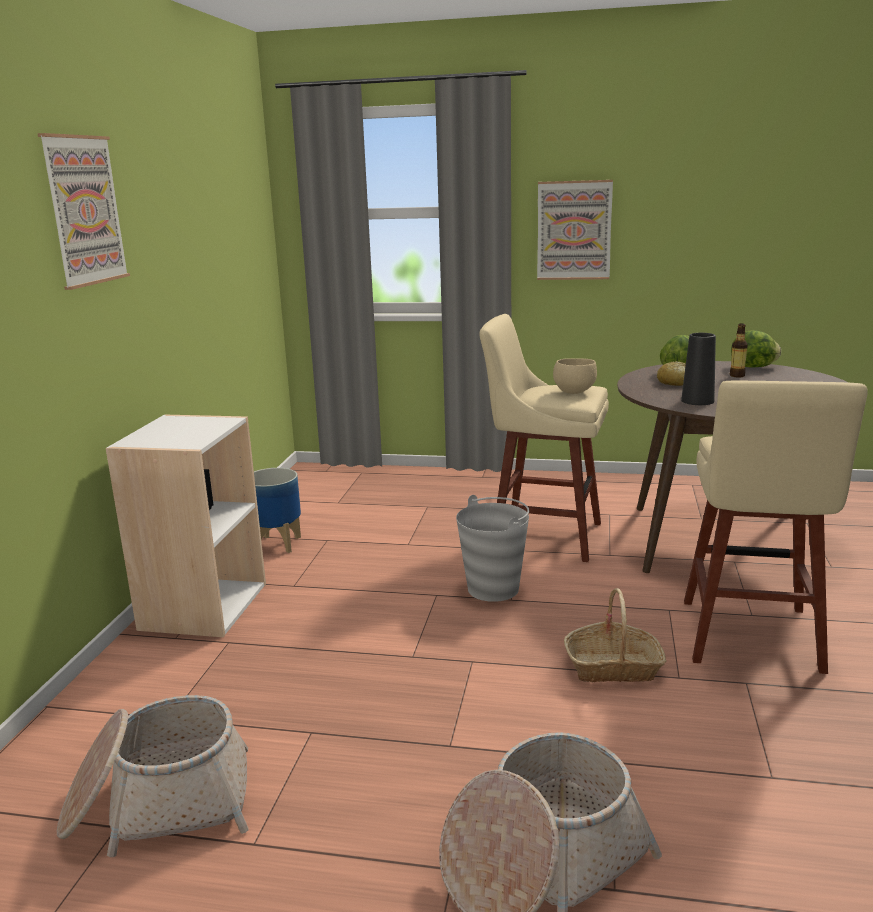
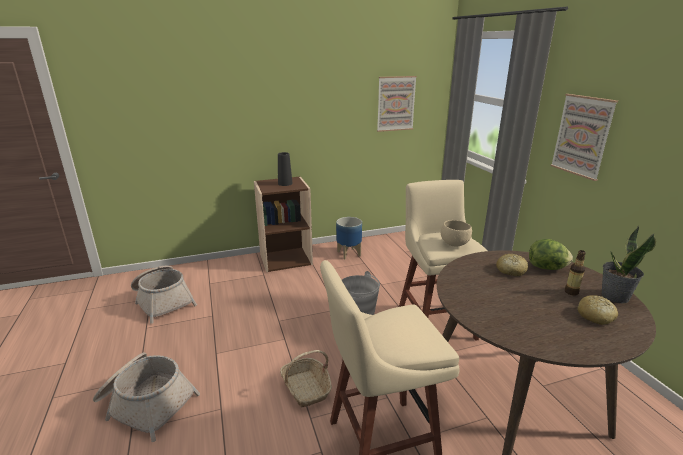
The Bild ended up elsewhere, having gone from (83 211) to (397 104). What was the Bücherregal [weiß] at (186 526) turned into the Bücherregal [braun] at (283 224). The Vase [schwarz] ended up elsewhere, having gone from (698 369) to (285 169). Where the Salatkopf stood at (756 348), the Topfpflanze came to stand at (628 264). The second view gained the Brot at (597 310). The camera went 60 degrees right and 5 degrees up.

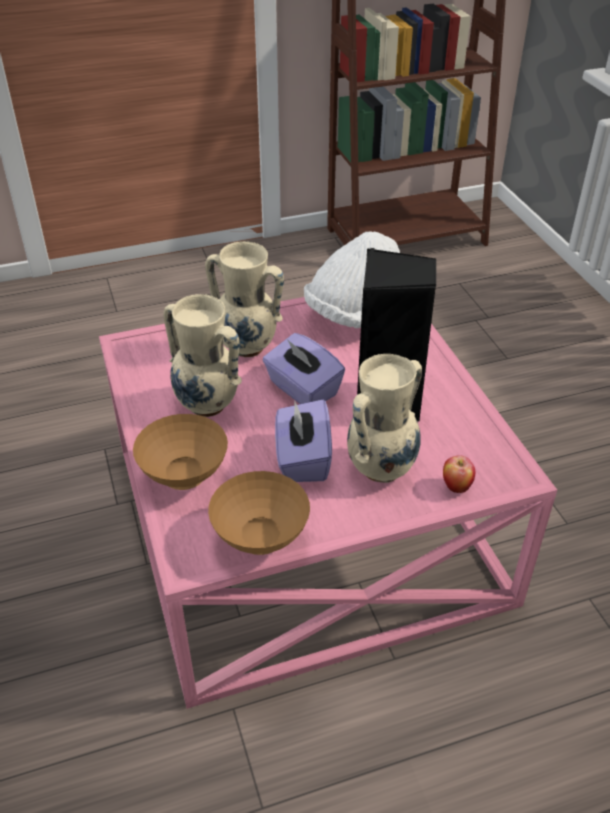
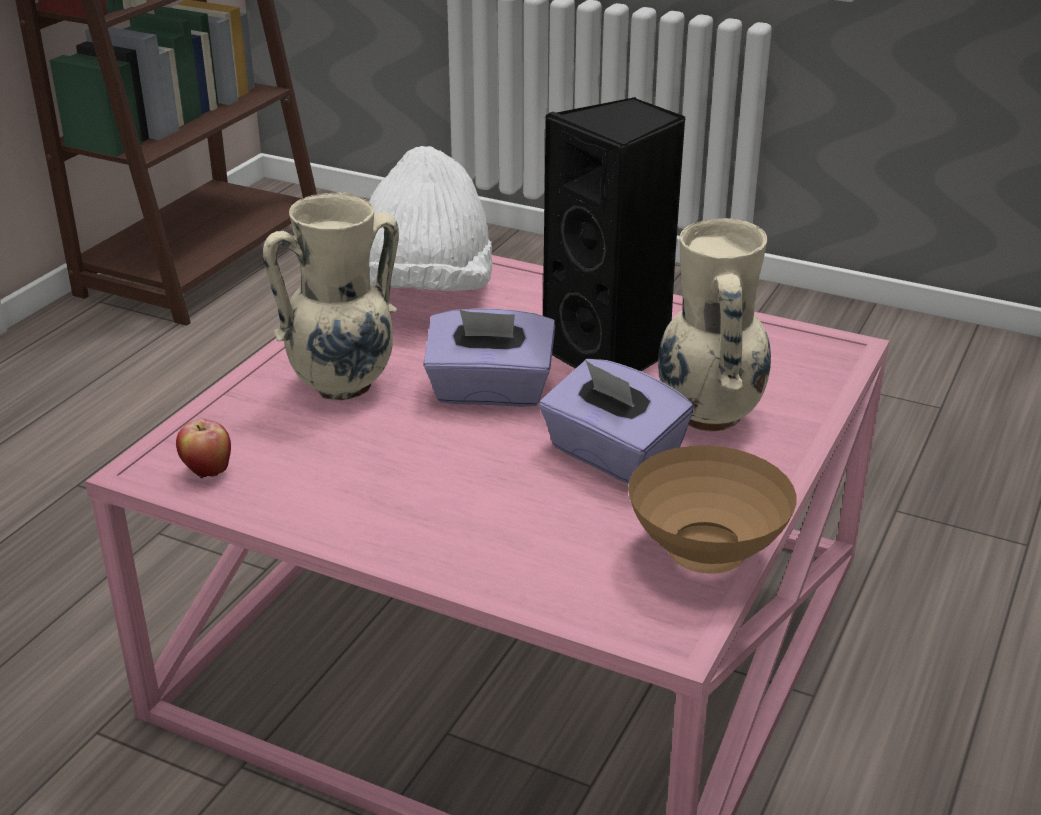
The second view lost the Schüssel [braun] at (180 452). The second view lost the Vase [beige] at (202 355). The Apfel ended up elsewhere, having gone from (459 474) to (203 449). The camera went 45 degrees left and 10 degrees down.

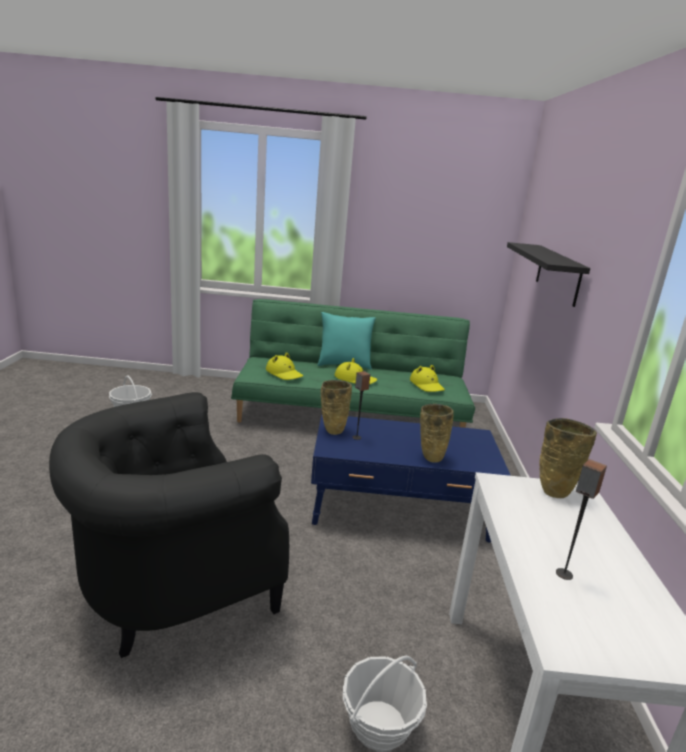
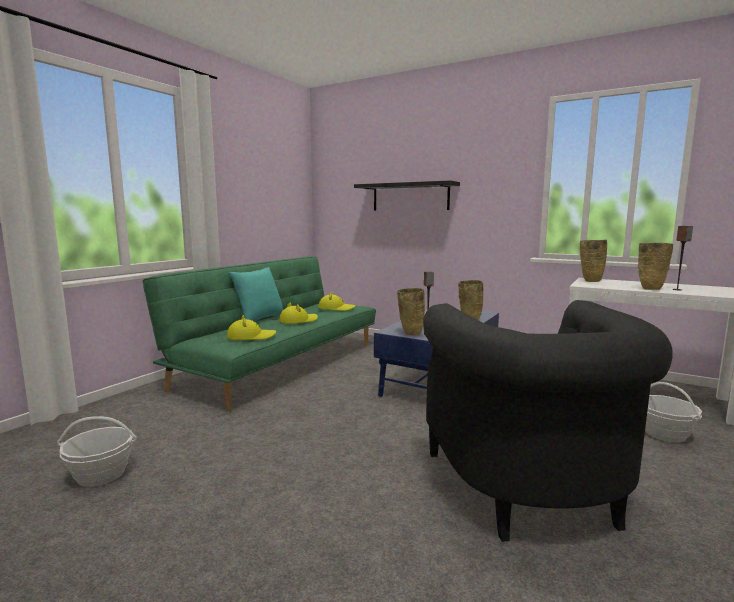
The second view gained the Vase [beige] at (655 266). The camera went 60 degrees left and 10 degrees down.

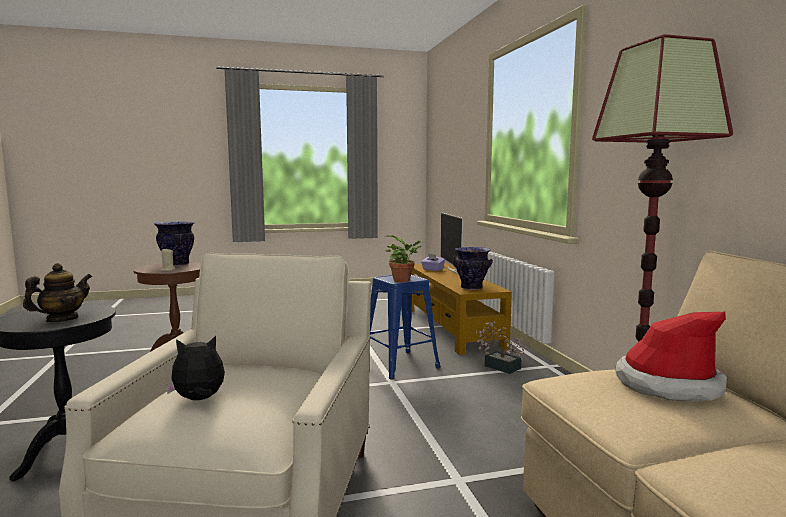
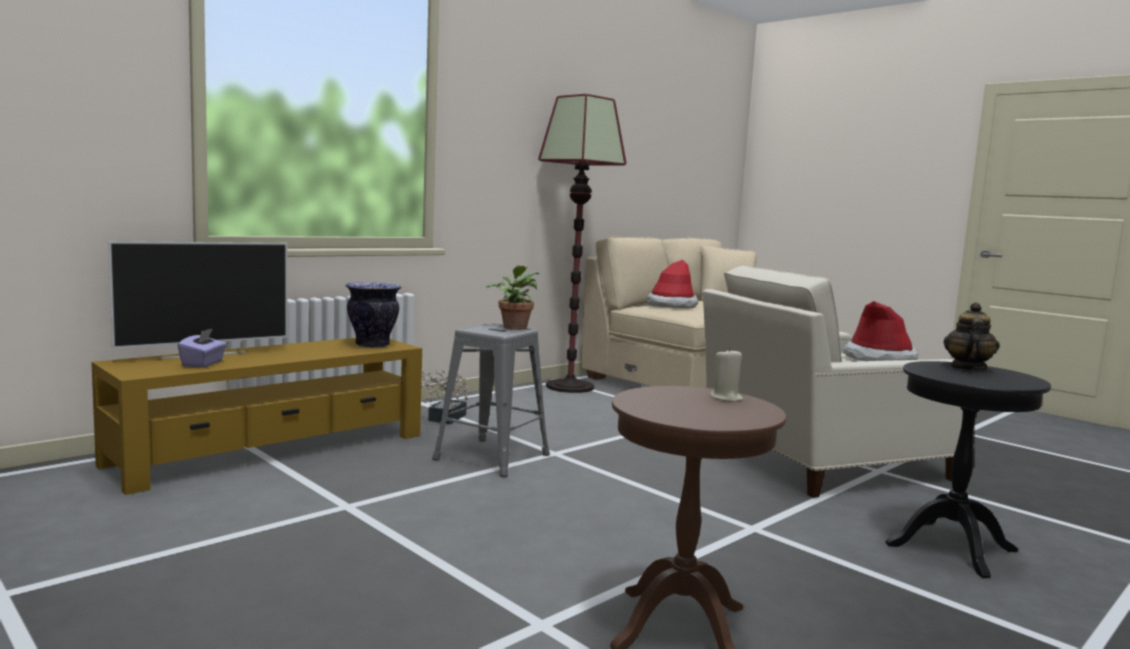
The Teekanne at (57 292) ended up facing another way, 105 degrees clockwise from before. The second view lost the Vase at (174 243). Where the Plüschtier stood at (195 368), the Hut came to stand at (880 331). What was the Hocker [blau] at (405 327) turned into the Hocker [grau] at (491 400). The camera went 120 degrees left and 0 degrees up.

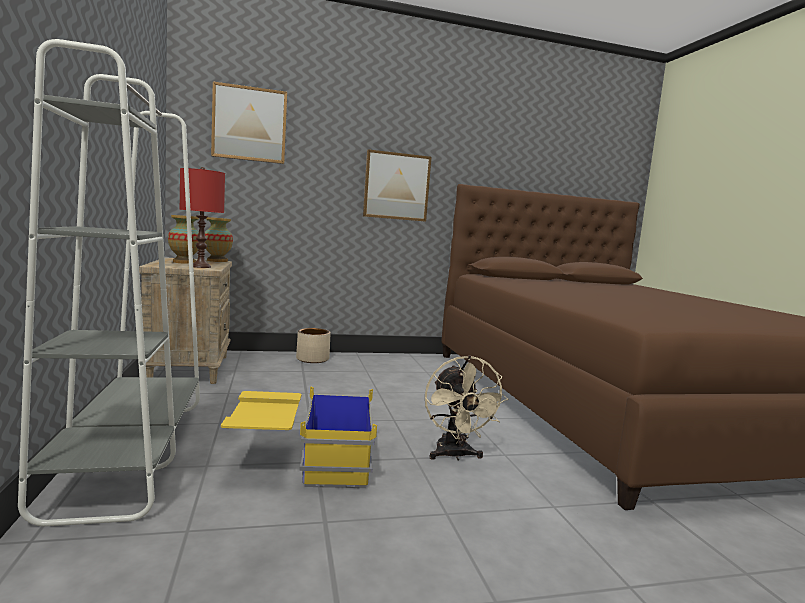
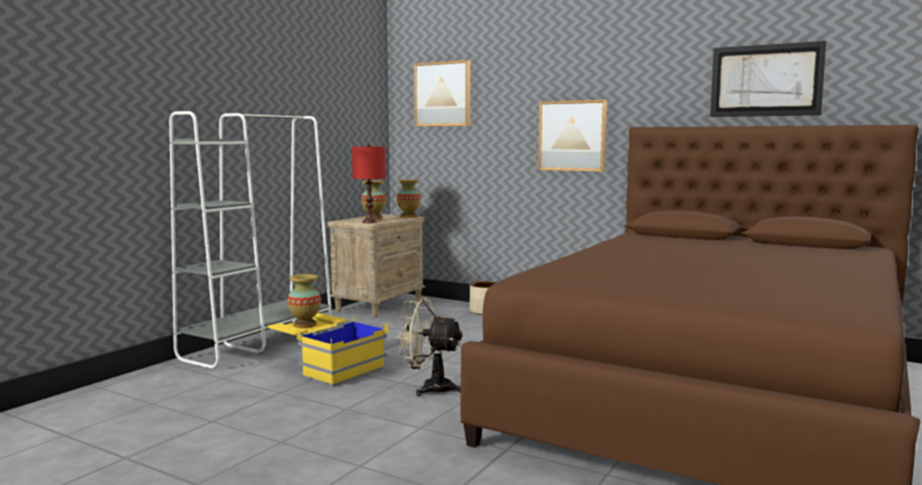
The Ventilator [beige] at (466 408) ended up facing another way, 75 degrees clockwise from before. The second view gained the Vase at (304 301). The second view gained the Bild at (768 79). The camera went 45 degrees right and 0 degrees up.

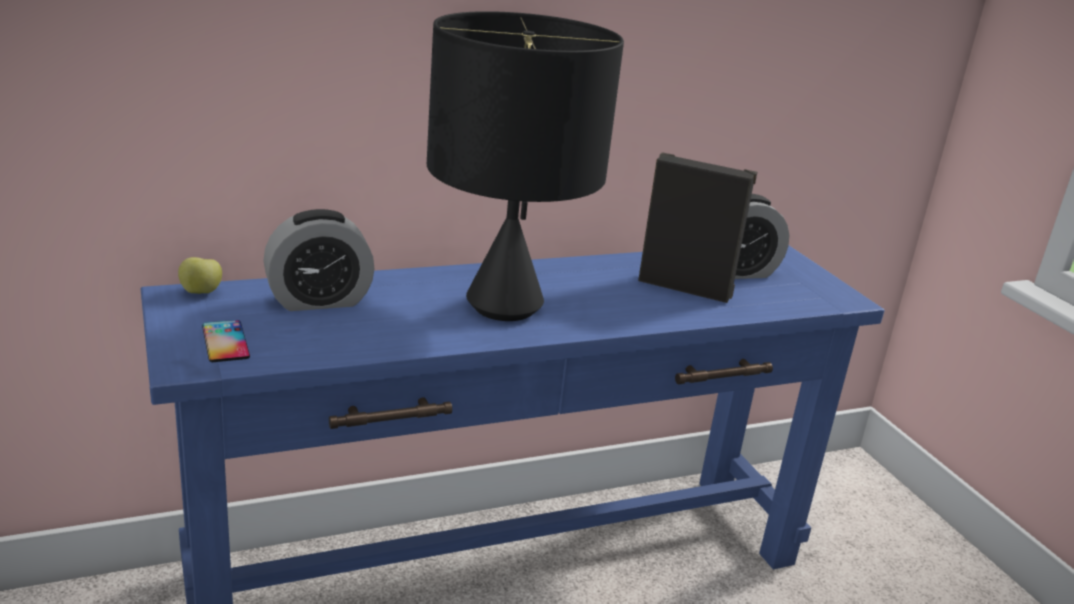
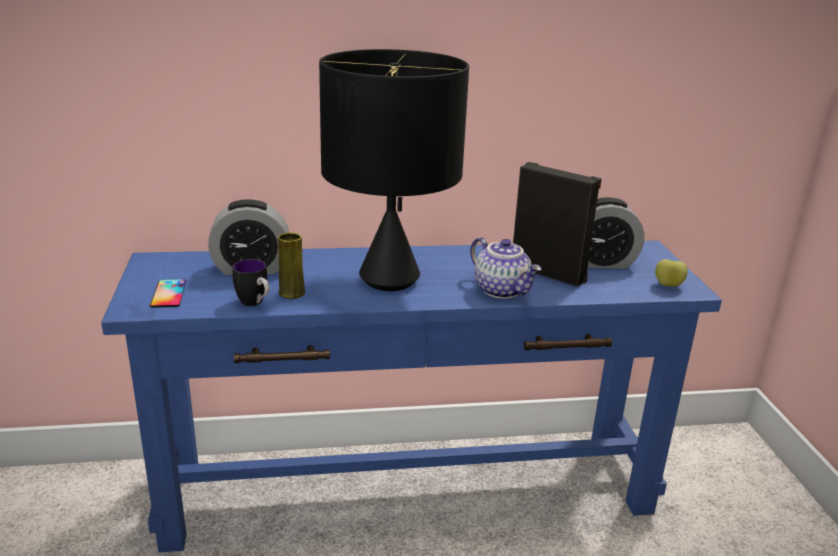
The Apfel ended up elsewhere, having gone from (200 275) to (671 272). The second view gained the Henkelbecher at (251 282). The second view gained the Vase [gelb] at (291 265). The second view gained the Teekanne at (505 268). The camera went 15 degrees right and 0 degrees up.

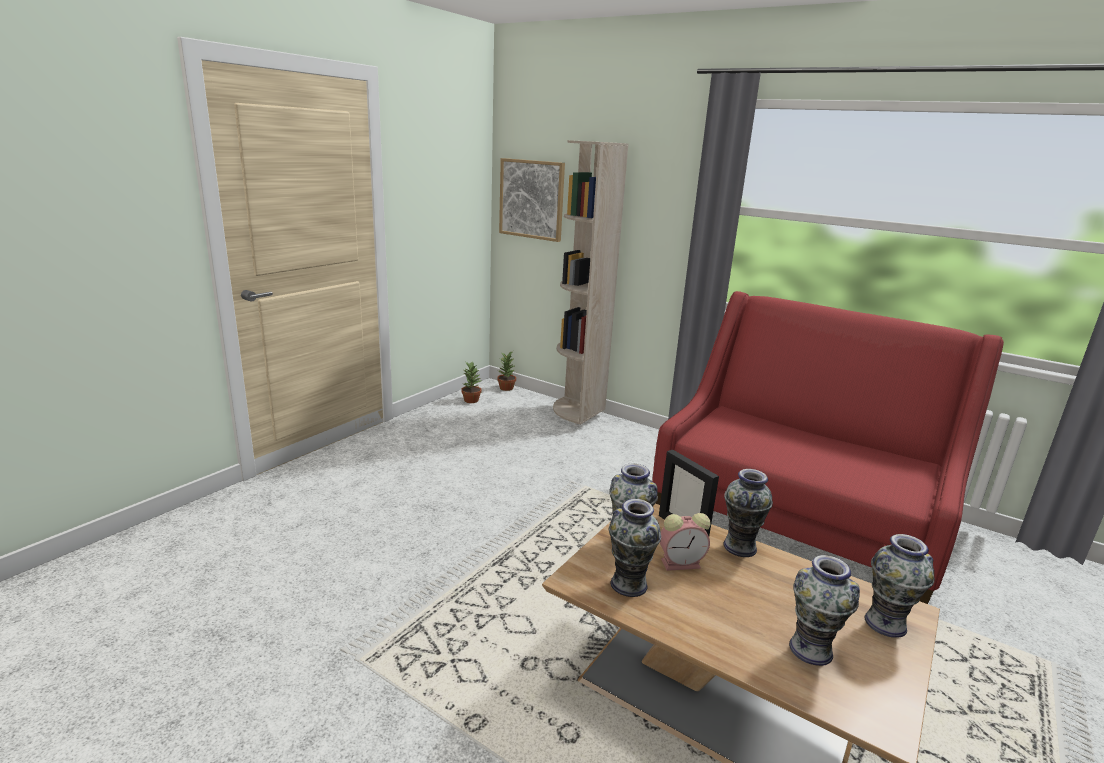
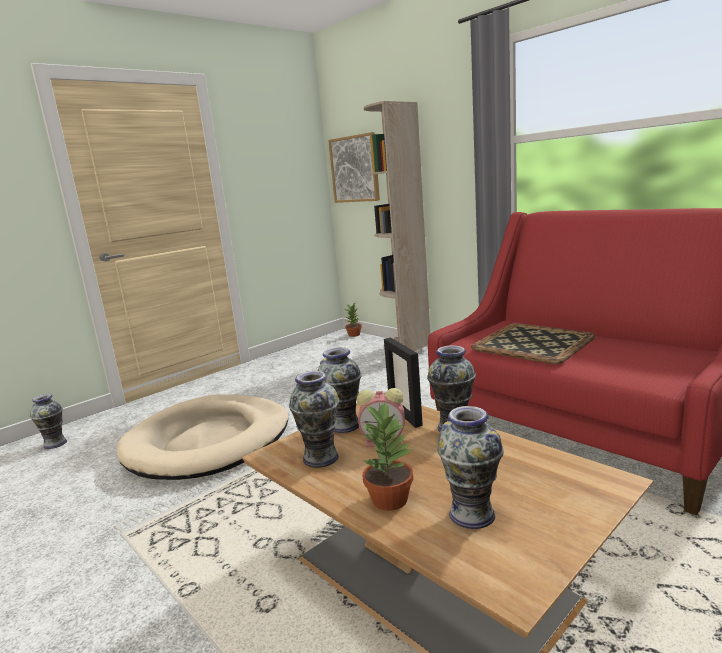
The Topfpflanze ended up elsewhere, having gone from (471 382) to (387 456). The Vase ended up elsewhere, having gone from (899 586) to (48 421). The second view gained the Hundebett [beige] at (202 437). The second view gained the Tablett at (533 343). The camera went 15 degrees right and 5 degrees down.

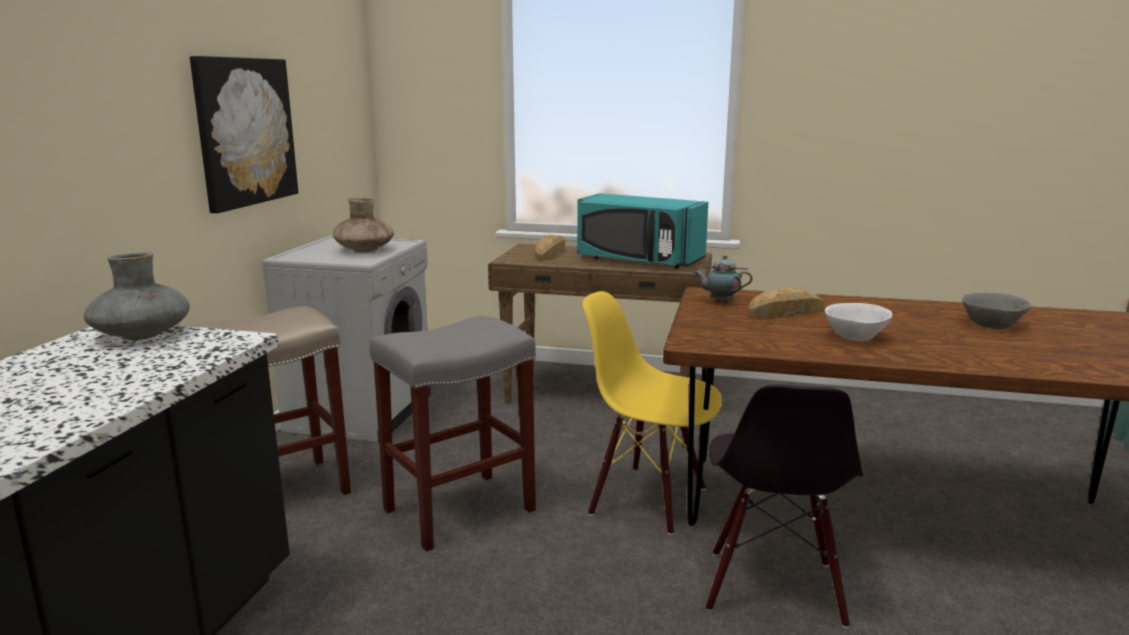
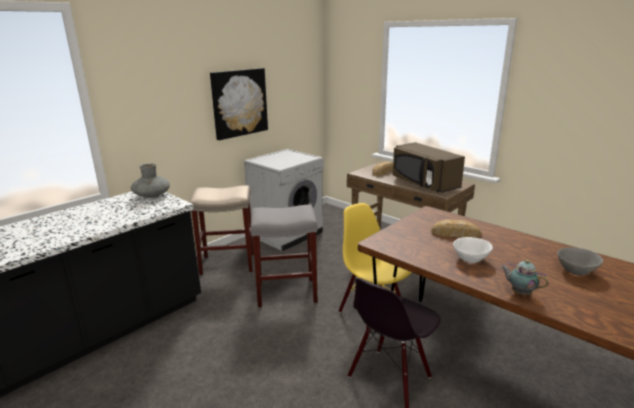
The second view lost the Vase [braun] at (363 224). What was the Mikrowelle [türkis] at (642 231) turned into the Mikrowelle [braun] at (429 167). The Teekanne ended up elsewhere, having gone from (722 279) to (525 277). The camera went 30 degrees right and 5 degrees up.

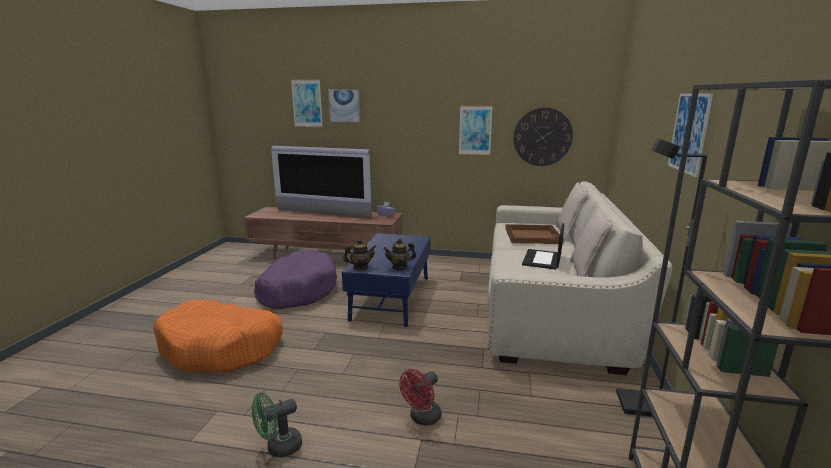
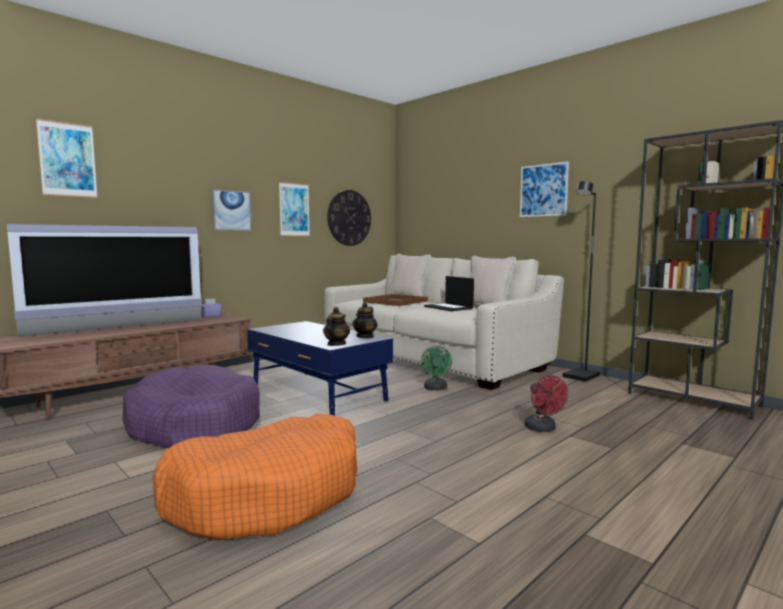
The Ventilator [grün] ended up elsewhere, having gone from (277 424) to (436 368). The Bild ended up elsewhere, having gone from (344 106) to (231 210). The camera went 55 degrees left and 10 degrees down.

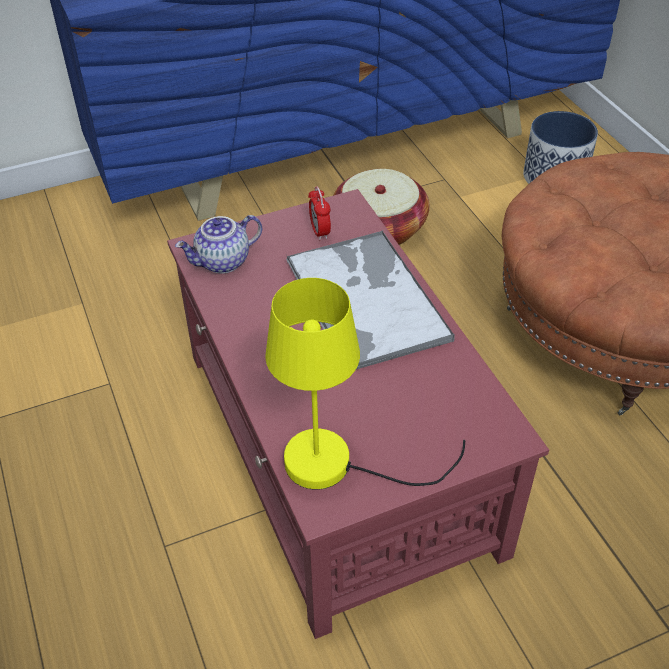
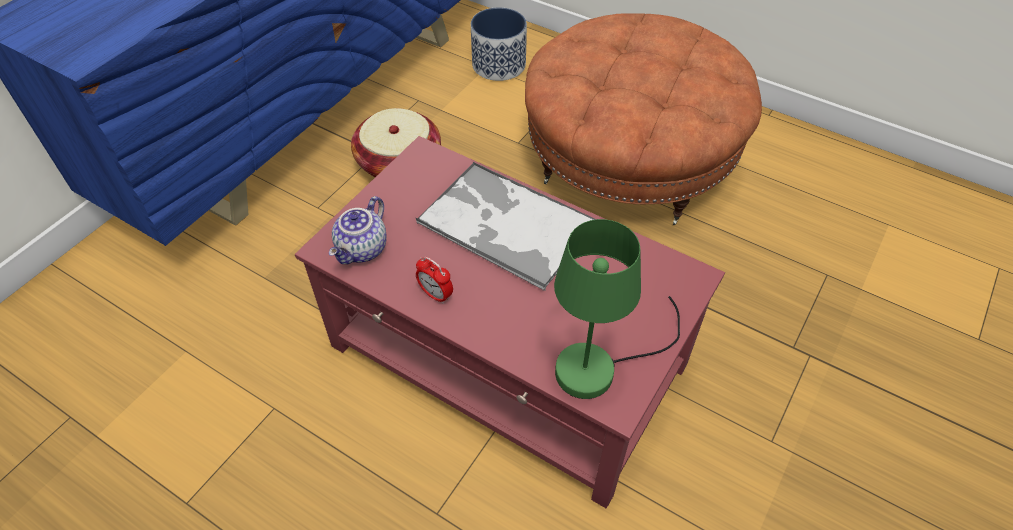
What was the Tischlampe [gelb] at (365 384) turned into the Tischlampe [grün] at (617 309). The Wecker ended up elsewhere, having gone from (319 213) to (434 280). The camera went 35 degrees left and 5 degrees up.

